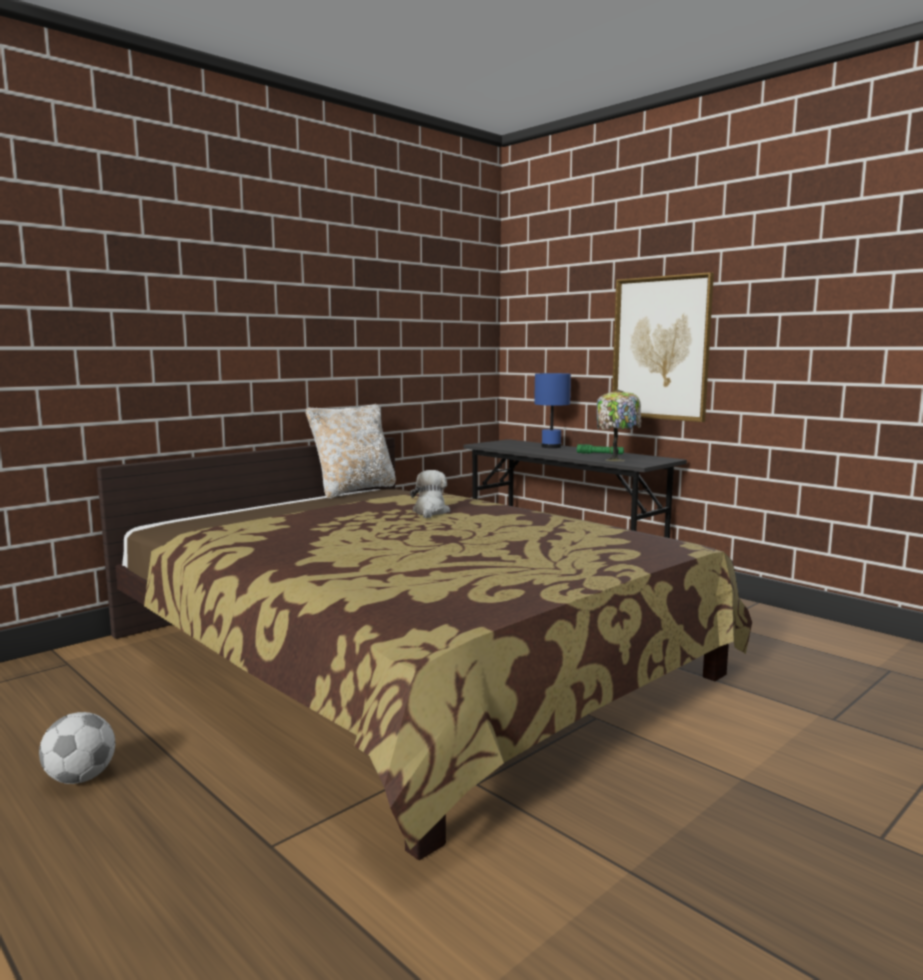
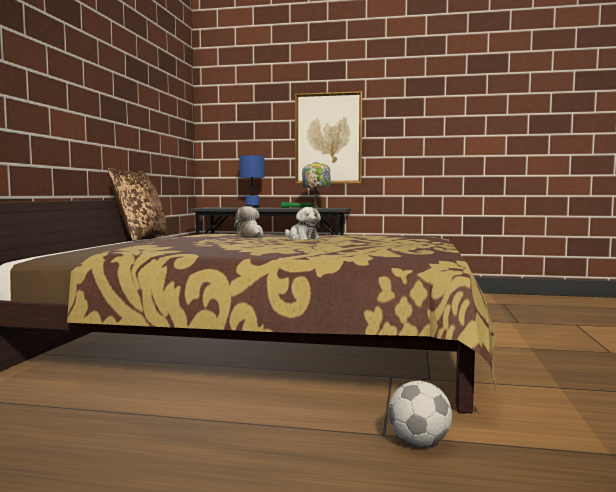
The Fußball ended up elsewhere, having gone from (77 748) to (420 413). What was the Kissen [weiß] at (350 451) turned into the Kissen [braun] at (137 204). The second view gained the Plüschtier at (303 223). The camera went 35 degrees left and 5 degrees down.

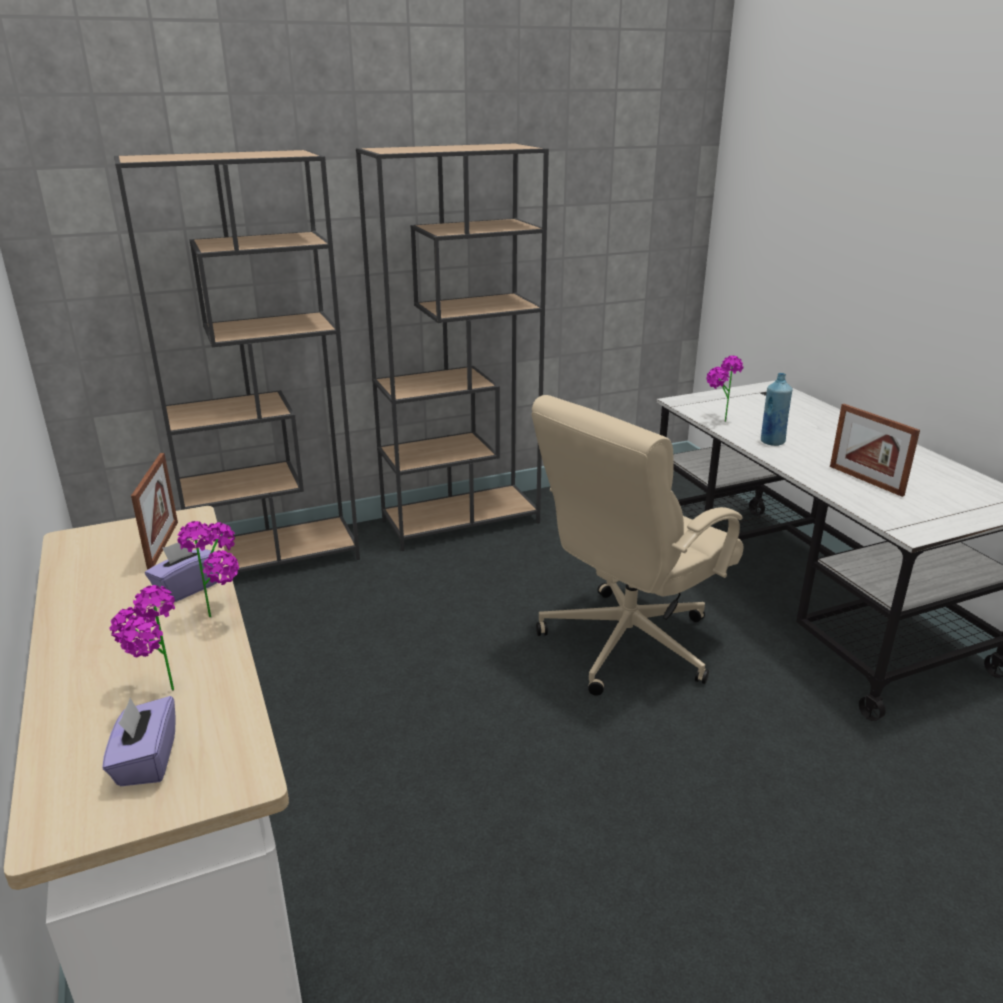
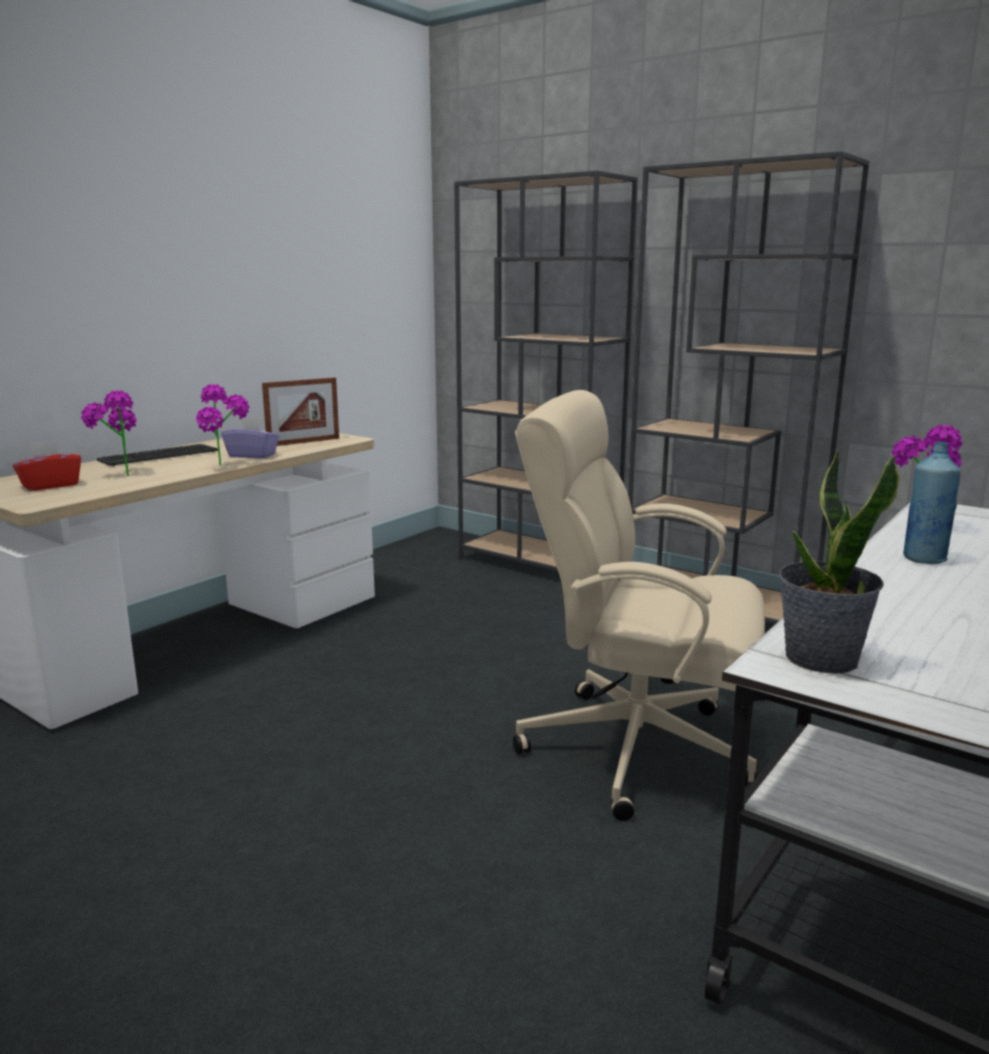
What was the Taschentuchbox [lila] at (139 741) turned into the Taschentuchbox [rot] at (47 465). The second view lost the Bilderrahmen at (875 450). The second view gained the Tastatur at (157 455). The second view gained the Topfpflanze at (839 561). The camera went 60 degrees right and 10 degrees down.

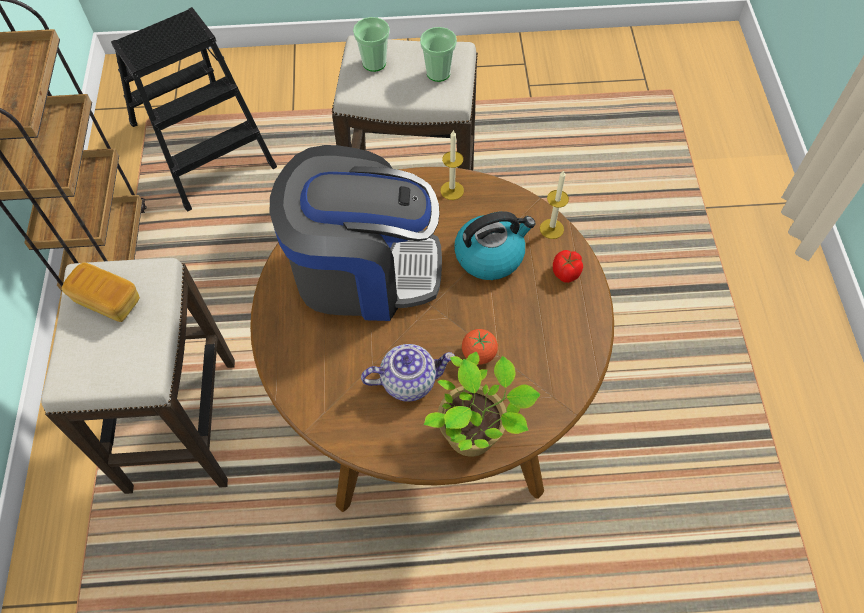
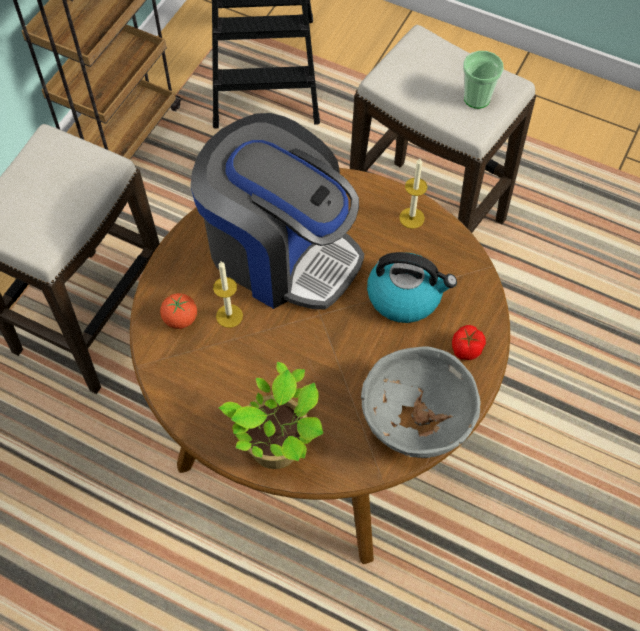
The second view lost the Brot at (101 292). The second view lost the Tasse at (371 44). The second view lost the Teekanne at (408 373). The Tomate ended up elsewhere, having gone from (480 347) to (178 311). The Kerze ended up elsewhere, having gone from (554 204) to (228 294). The second view gained the Schüssel [grau] at (421 402). The camera went 30 degrees right and 0 degrees up.

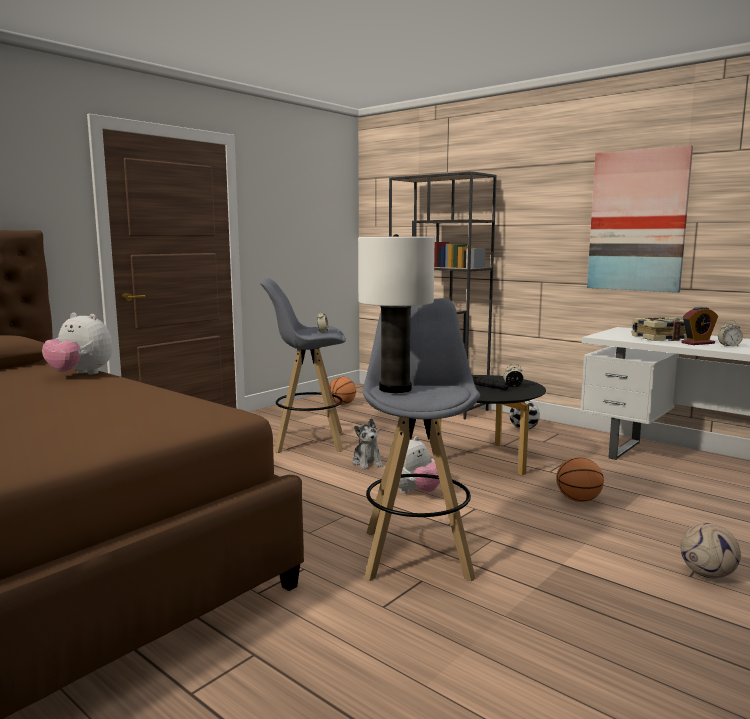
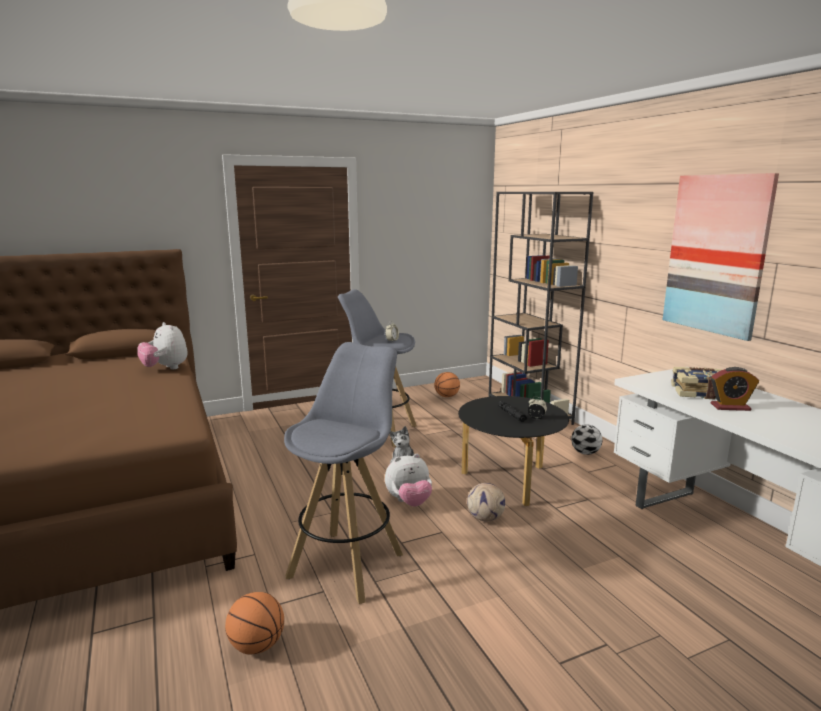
The second view lost the Tischlampe [weiß] at (396 313). The Basketball ended up elsewhere, having gone from (580 479) to (254 623). The Fußball ended up elsewhere, having gone from (710 550) to (486 502). The second view lost the Wecker at (730 333). The camera went 25 degrees right and 5 degrees up.

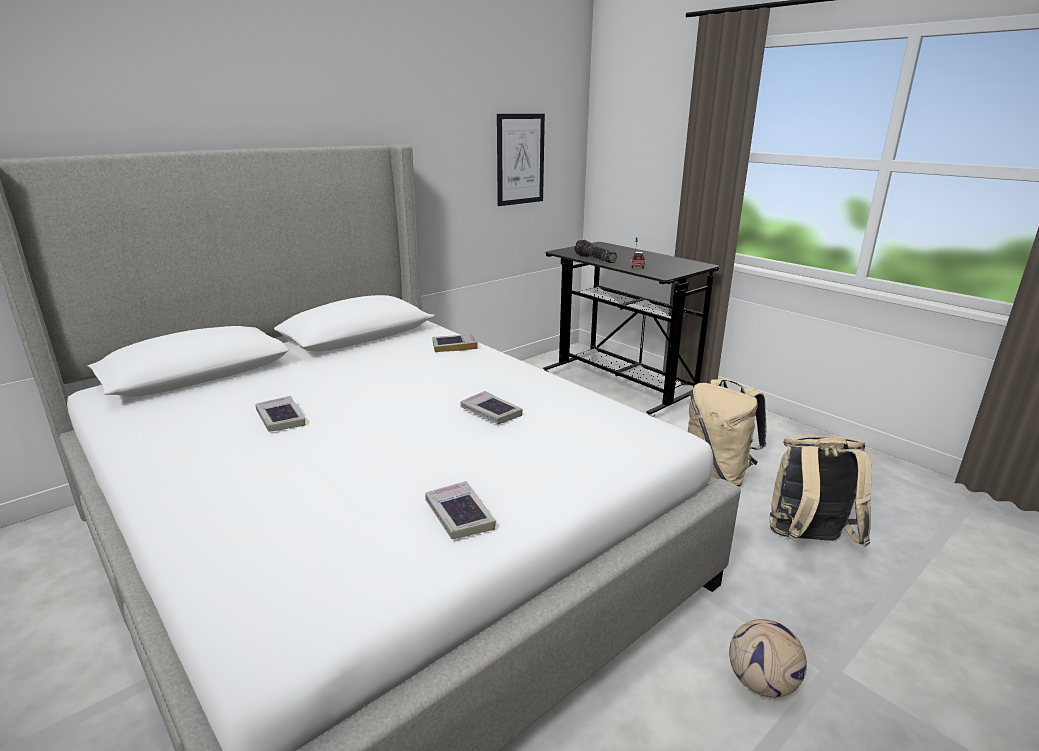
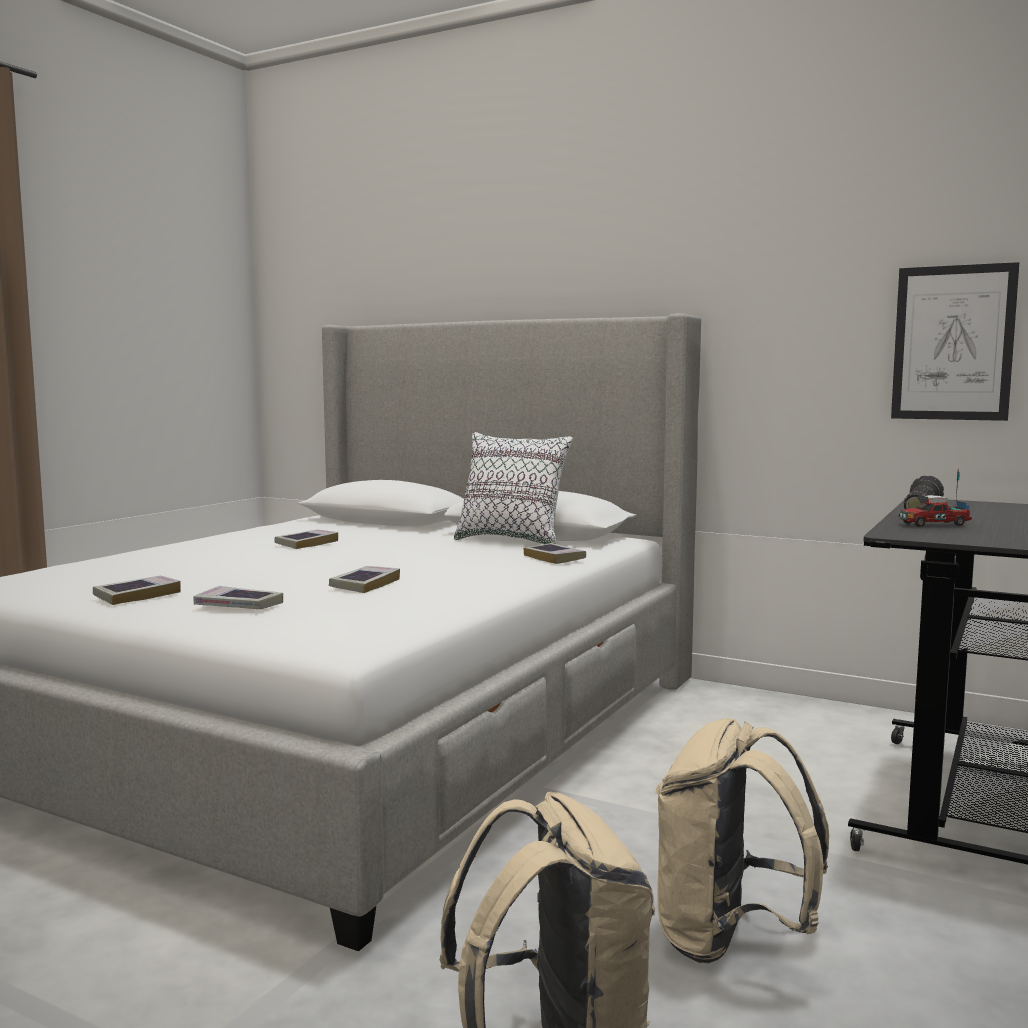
The second view lost the Fußball at (768 658). The second view gained the Buch at (238 597). The second view gained the Kissen [weiß] at (513 488). The camera went 70 degrees right and 15 degrees down.

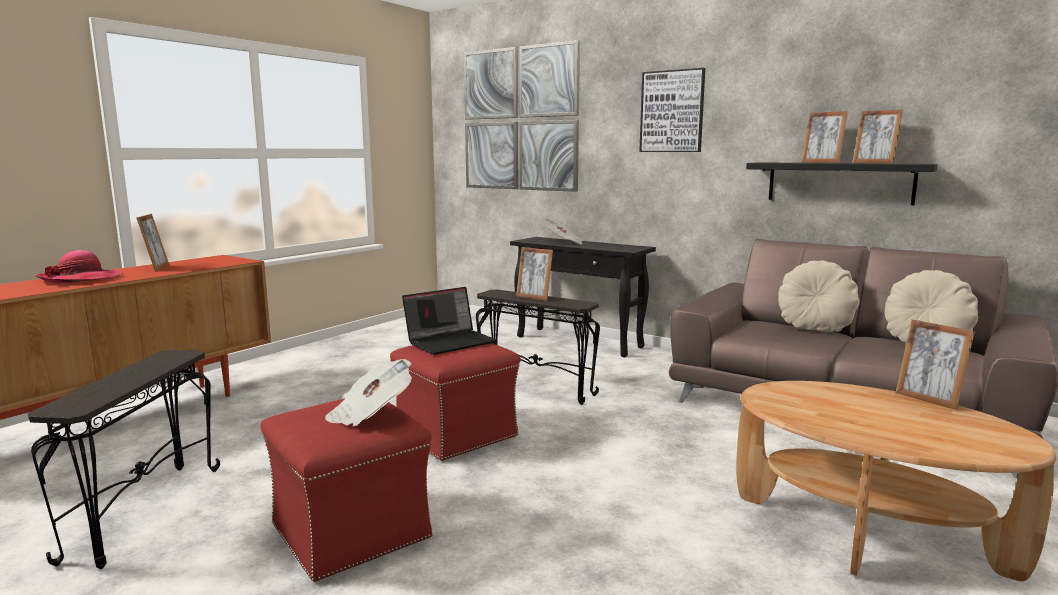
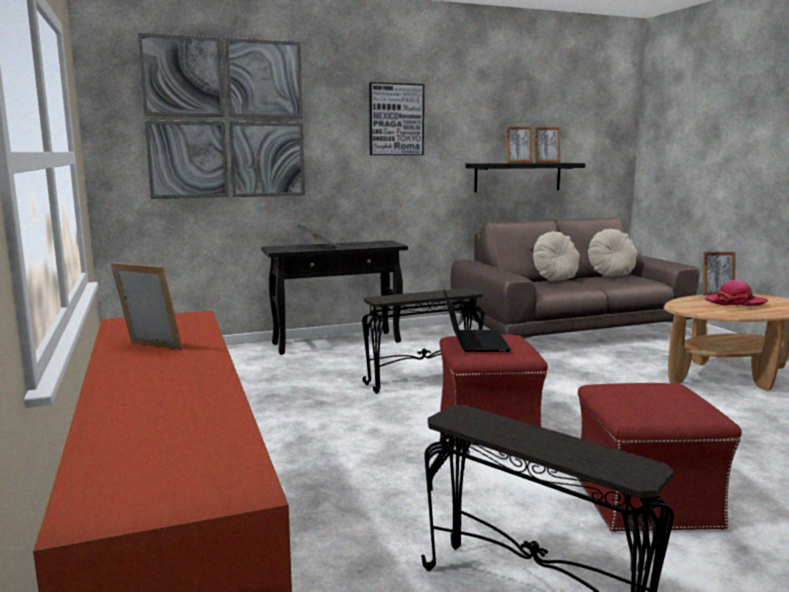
The Hut ended up elsewhere, having gone from (78 266) to (737 293). The second view lost the Zeitung at (368 392). The second view lost the Bilderrahmen at (534 274). The camera went 55 degrees left and 0 degrees up.

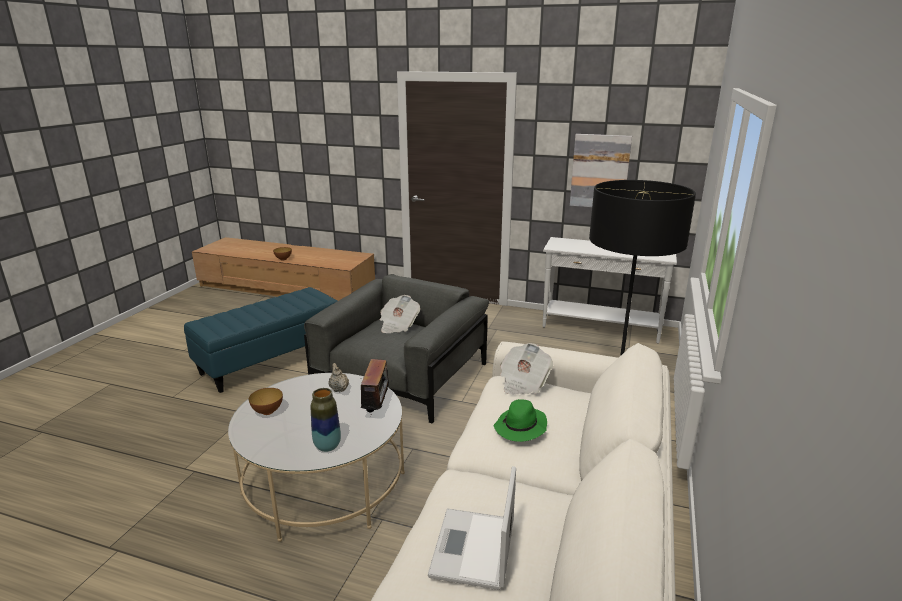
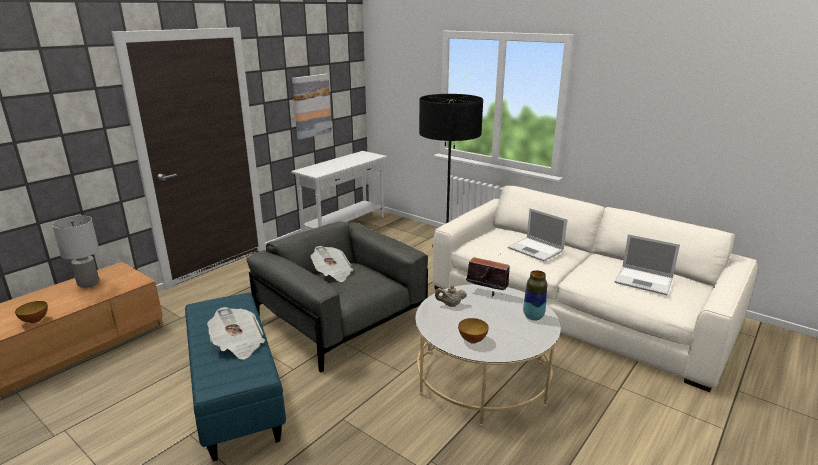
Where the Hut [grün] stood at (520 420), the Laptop came to stand at (538 235). The Zeitung ended up elsewhere, having gone from (526 369) to (236 333). The second view gained the Tischlampe [grau] at (75 252). The camera went 70 degrees left and 0 degrees up.

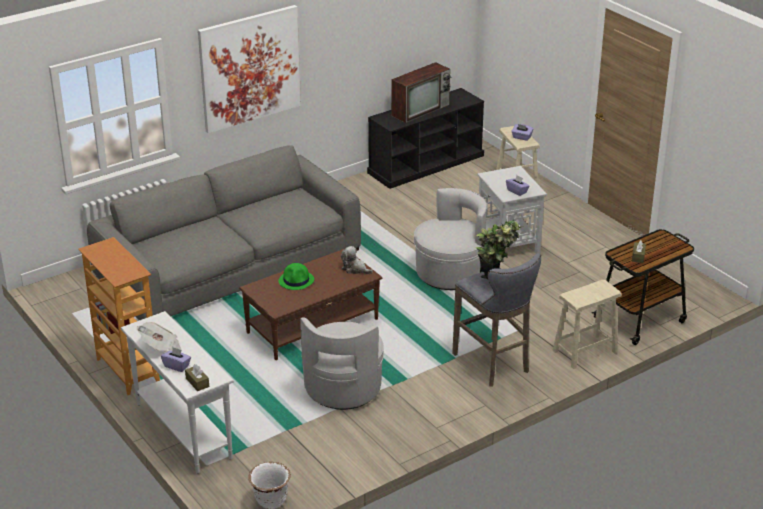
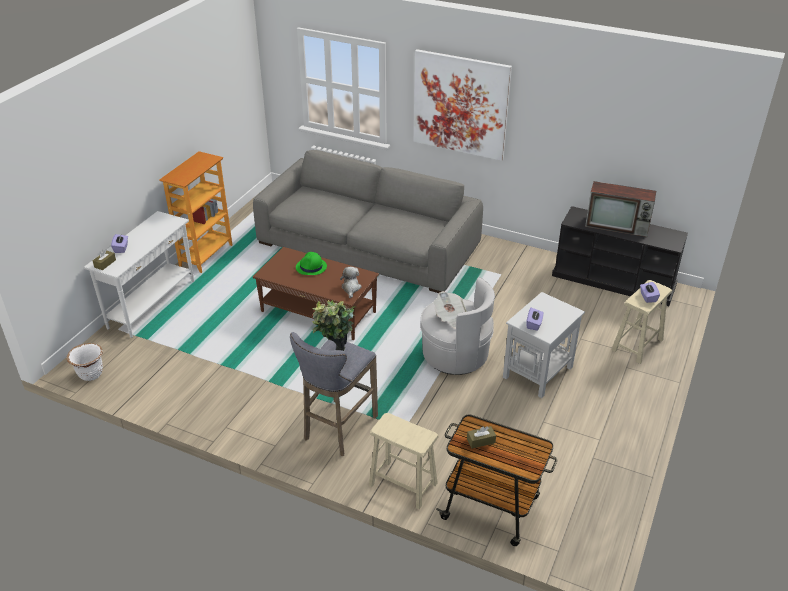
The Zeitung ended up elsewhere, having gone from (159 337) to (450 310). The second view lost the Sessel [weiß] at (342 363). The camera went 60 degrees right and 5 degrees up.

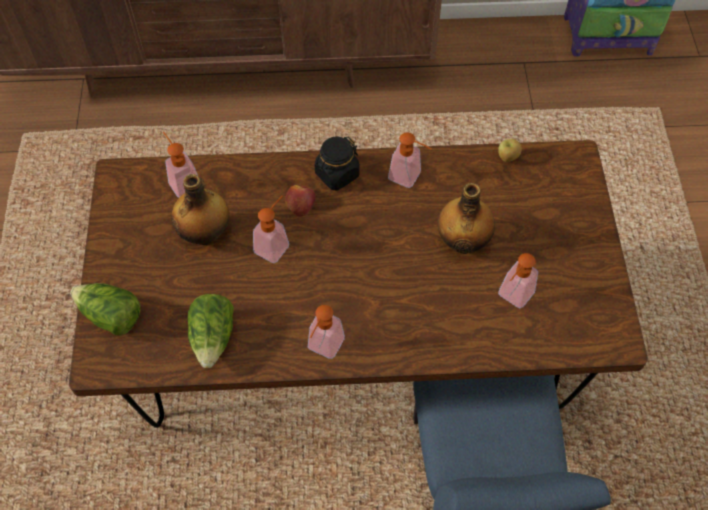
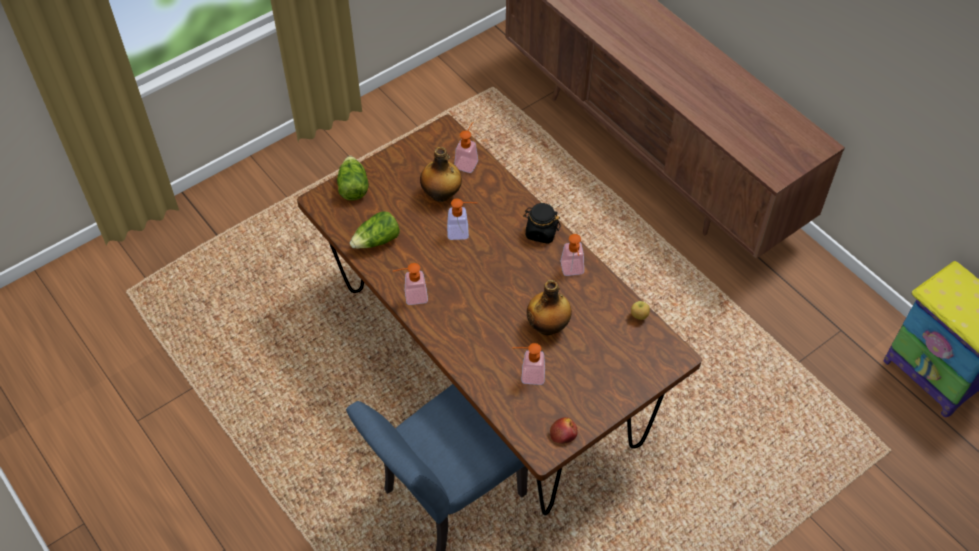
The Apfel ended up elsewhere, having gone from (300 200) to (563 430). The camera went 55 degrees right and 5 degrees down.

